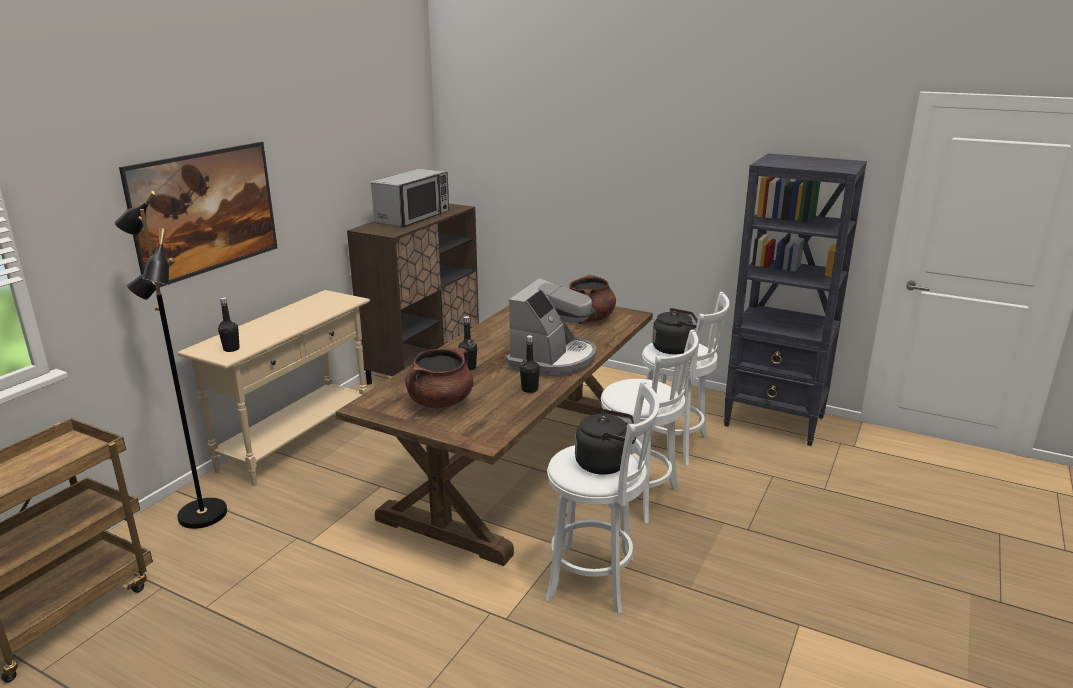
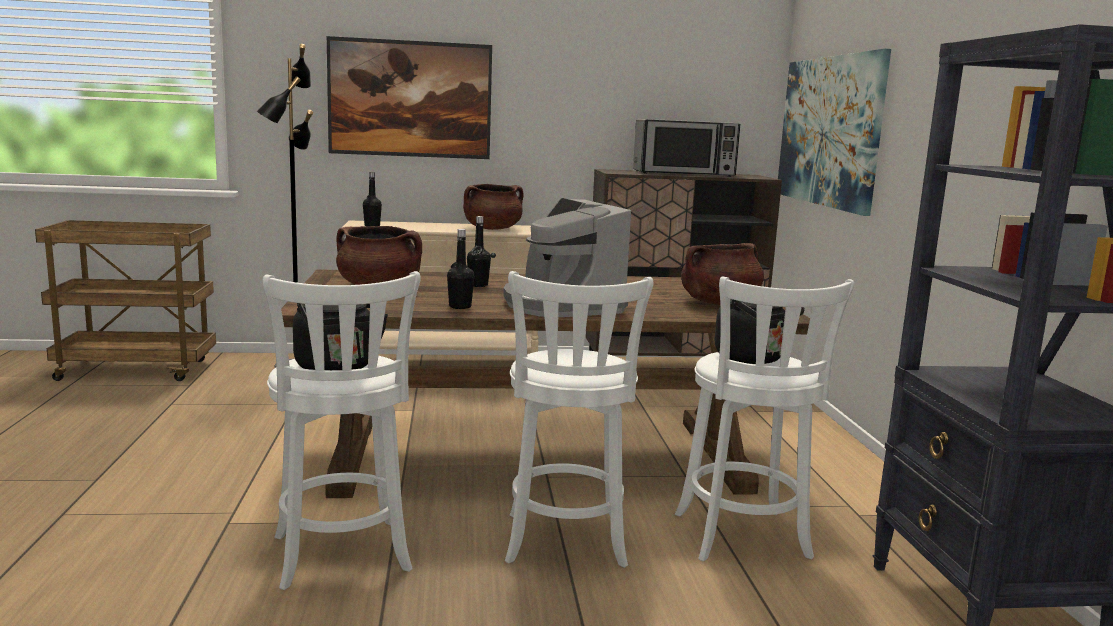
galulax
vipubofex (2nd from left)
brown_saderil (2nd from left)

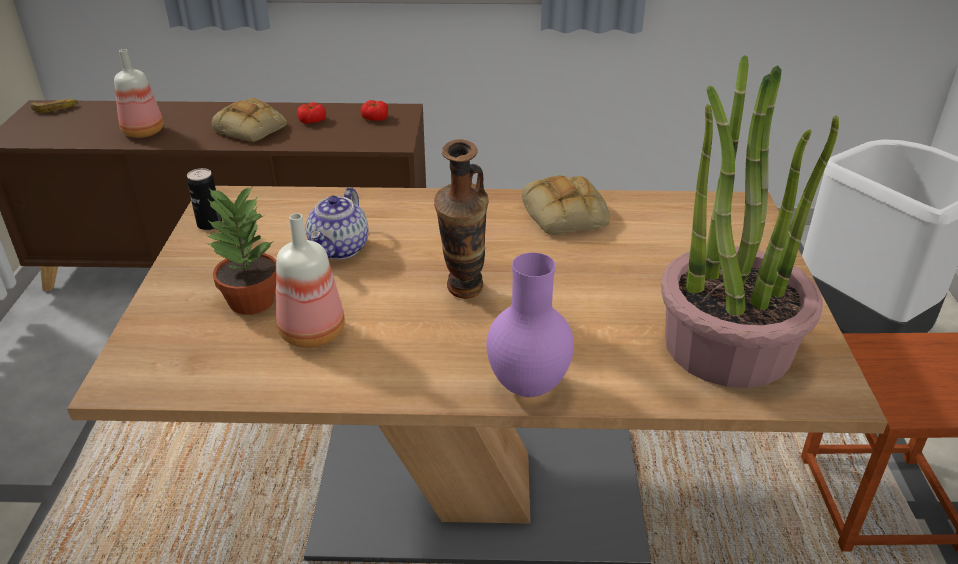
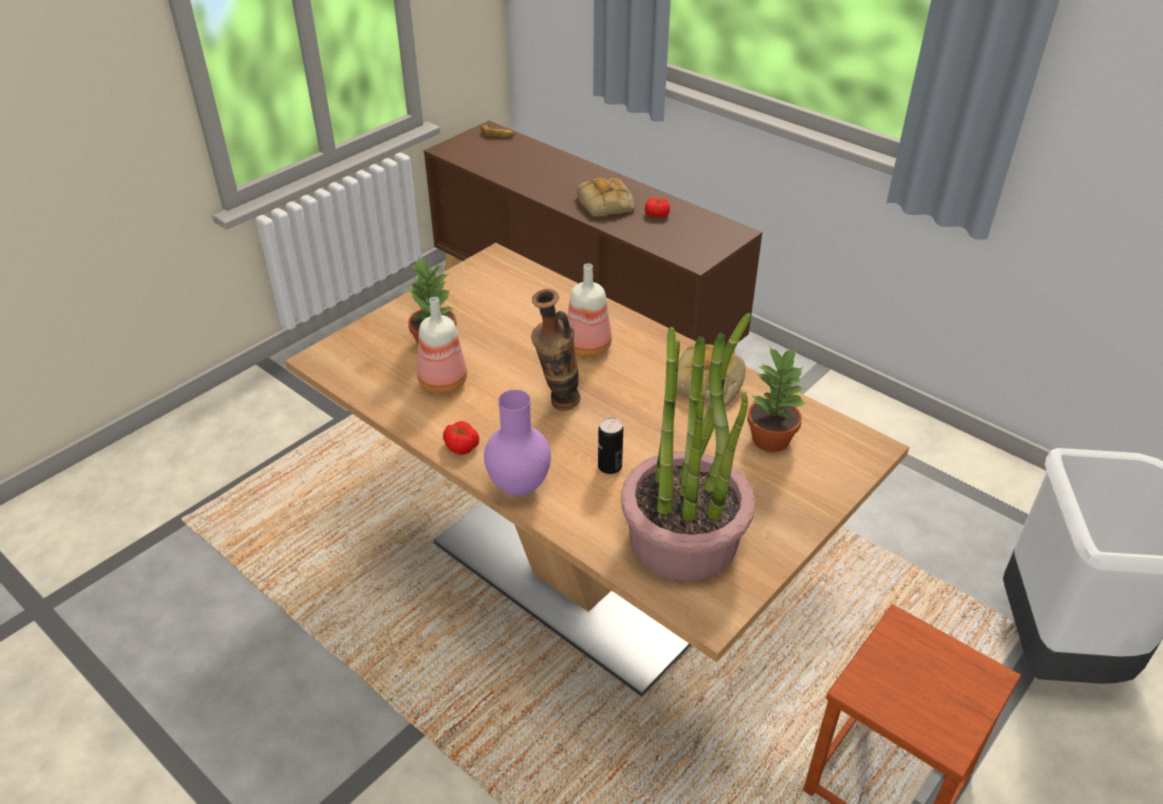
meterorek (2nd from left)
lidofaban (1st from left)
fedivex
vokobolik
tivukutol (3rd from left)

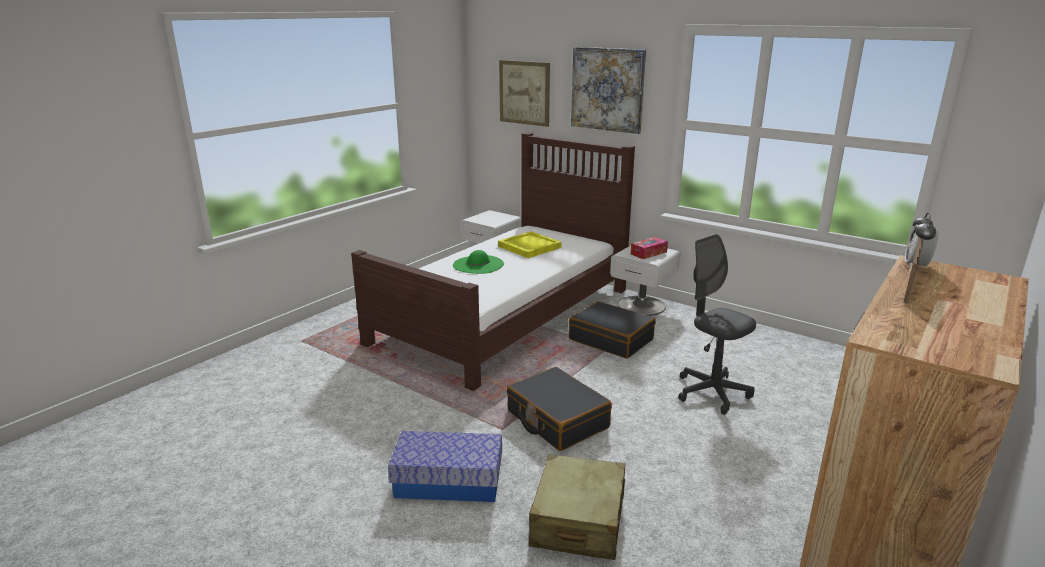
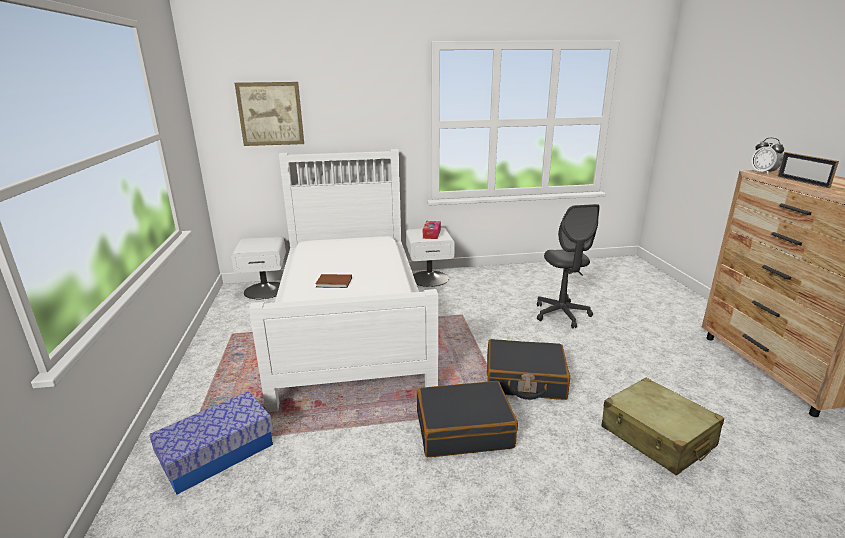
vipubofex (2nd from left in the first image)
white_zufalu
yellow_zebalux
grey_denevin
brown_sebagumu
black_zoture (1st from left)
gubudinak

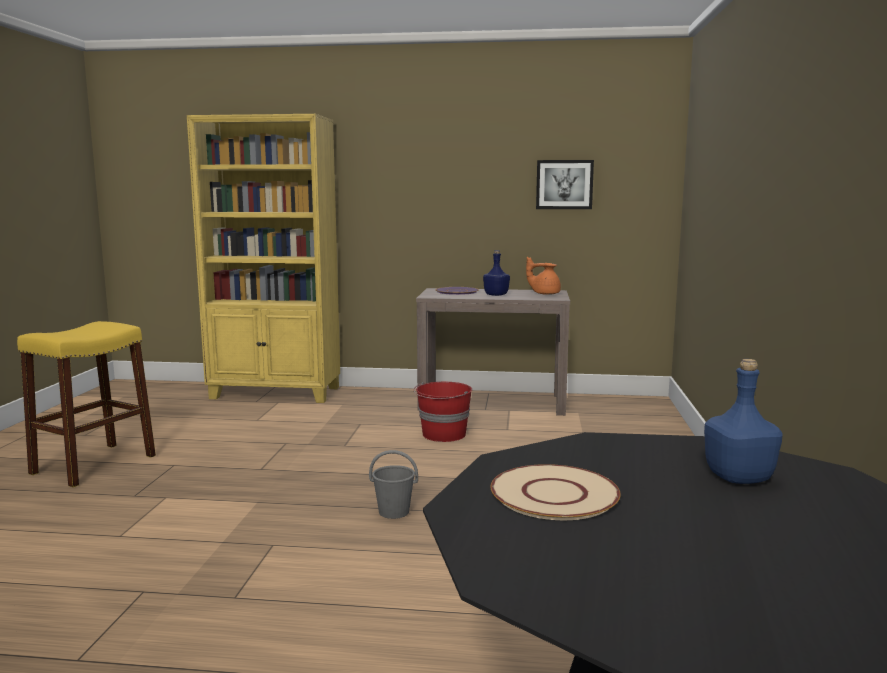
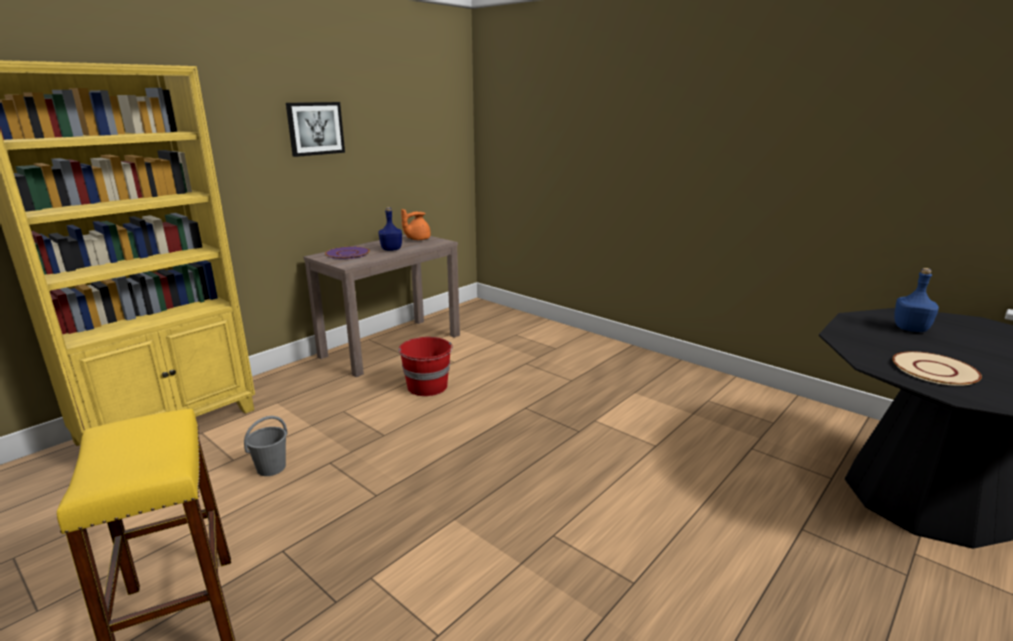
vipubofex
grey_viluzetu

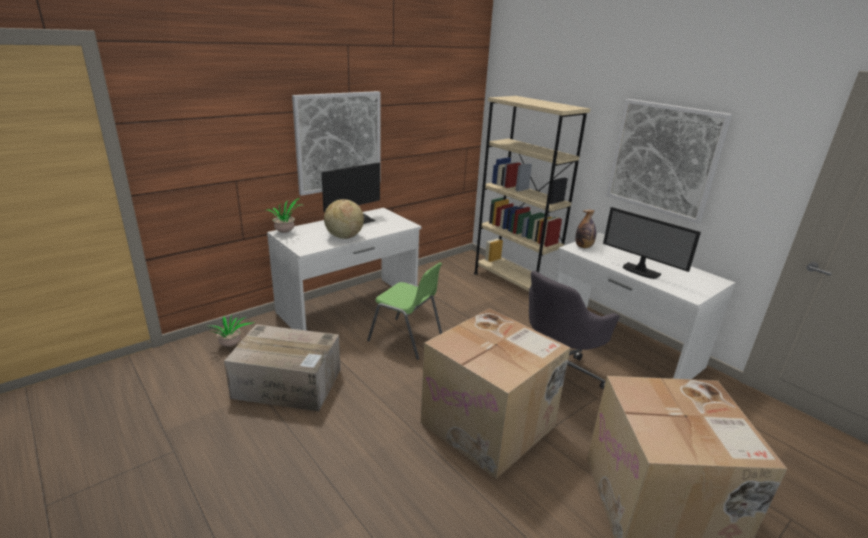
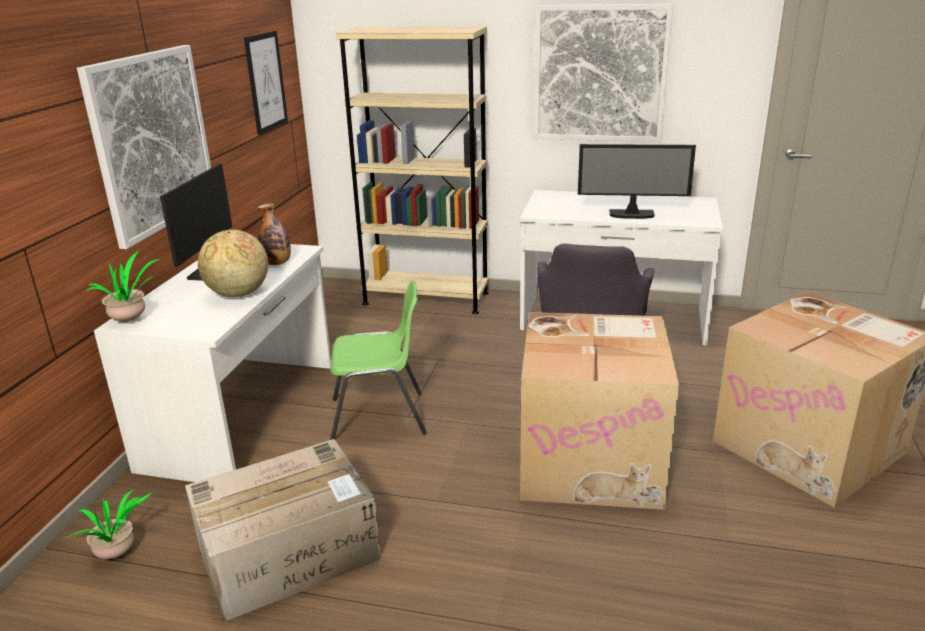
meterorek
vipubofex (2nd from left)

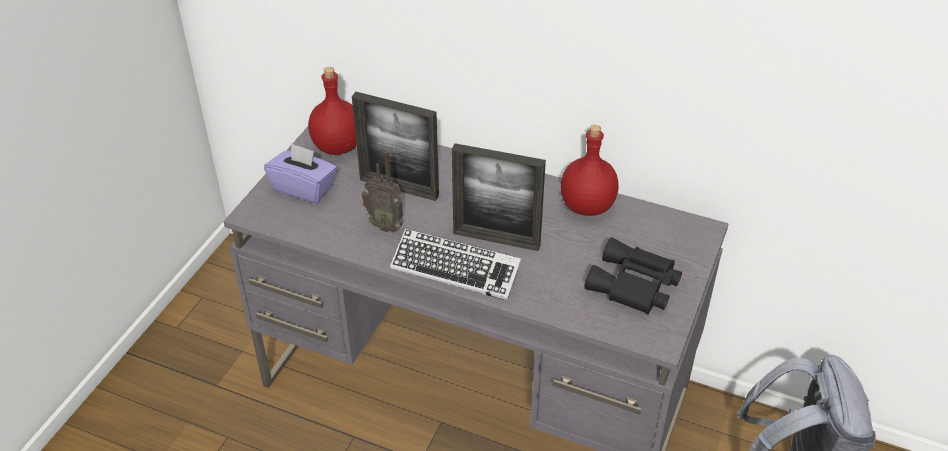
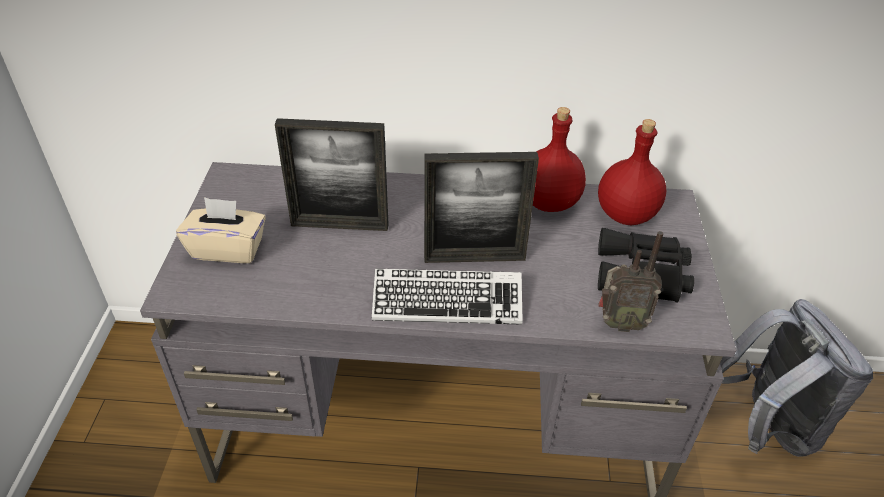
red_meterorek (2nd from left)
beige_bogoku
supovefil

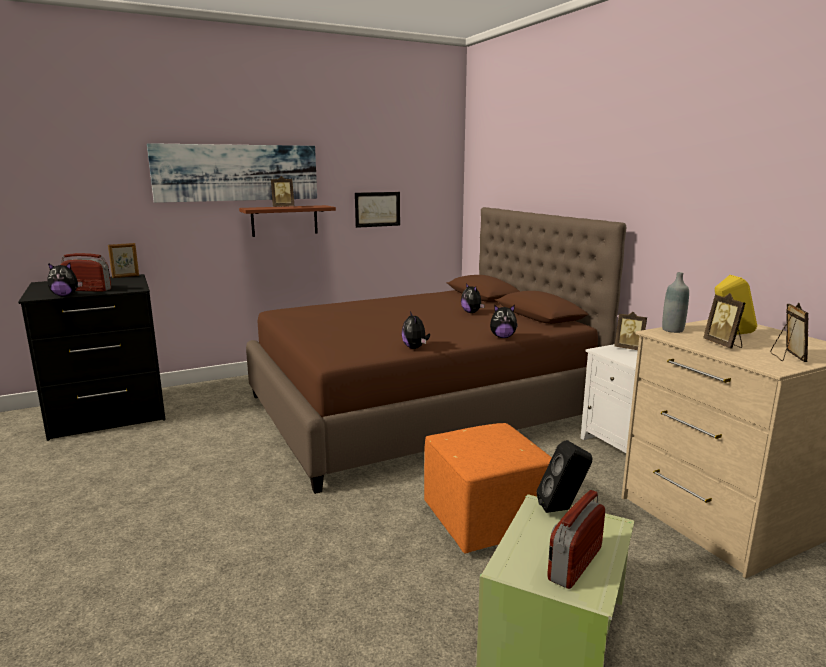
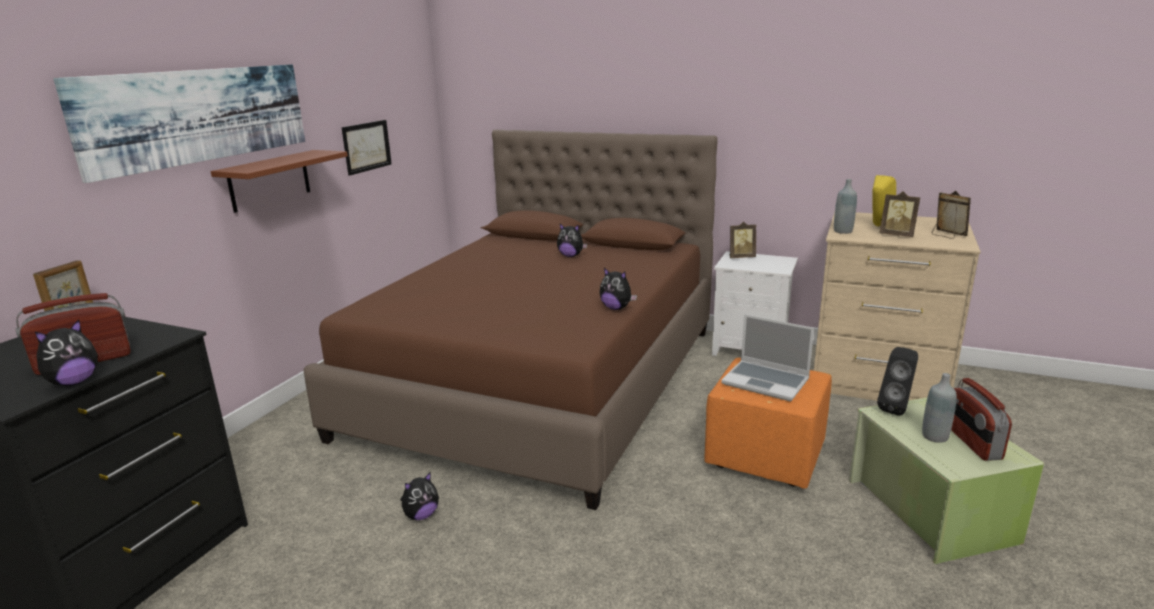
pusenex (2nd from left in the first image)
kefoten (2nd from left)
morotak
grey_meterorek (2nd from left)

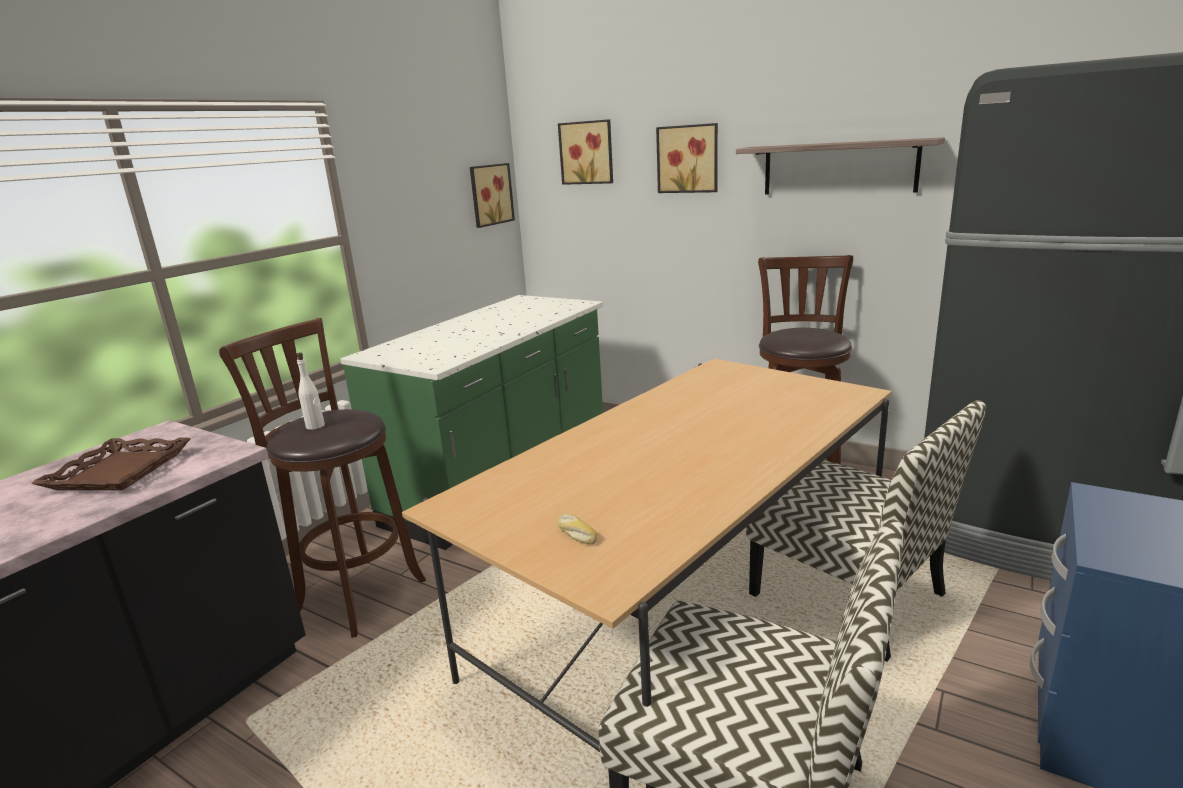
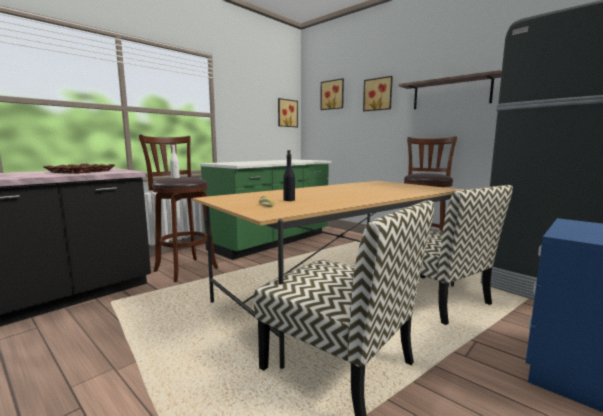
black_meterorek

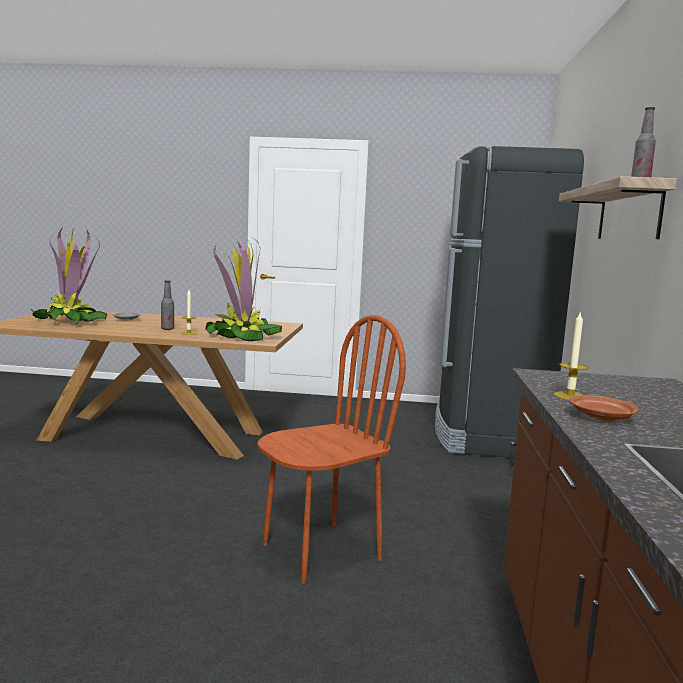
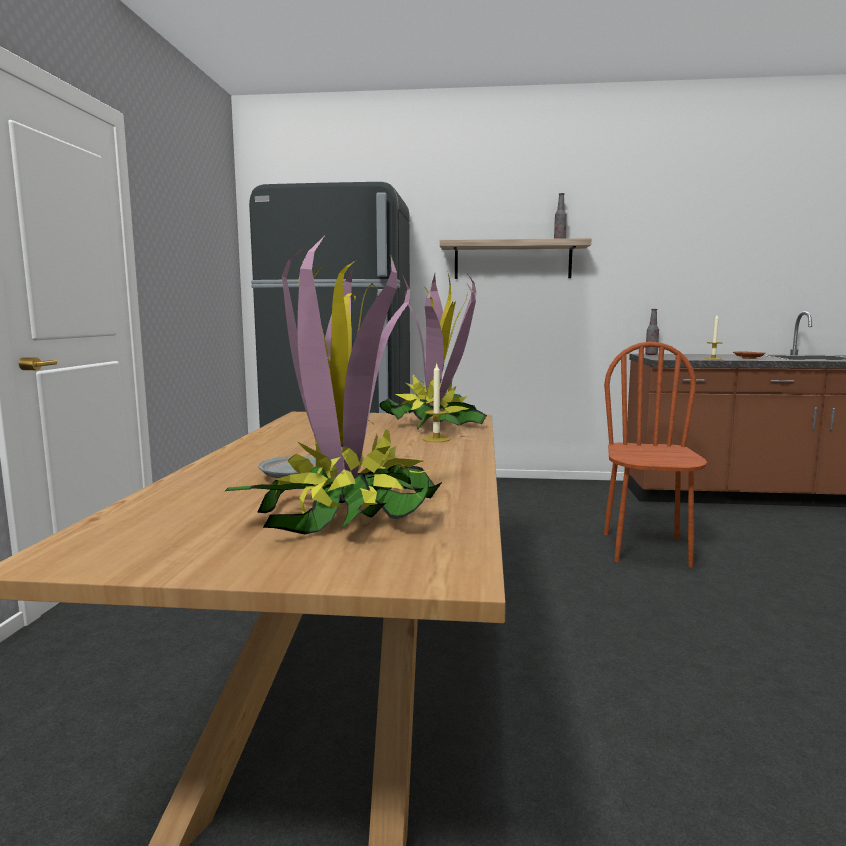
meterorek (2nd from left)
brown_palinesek

